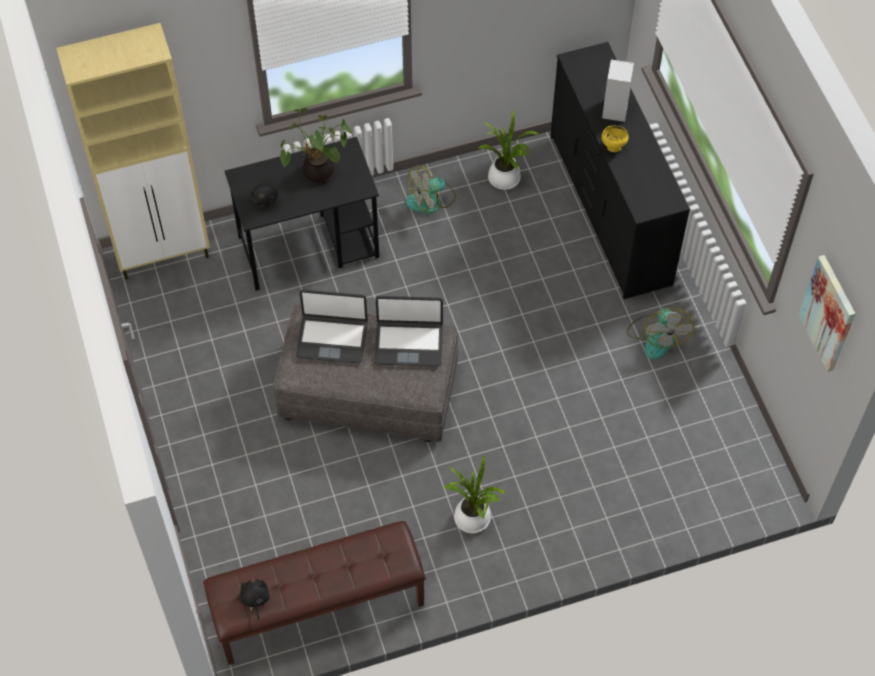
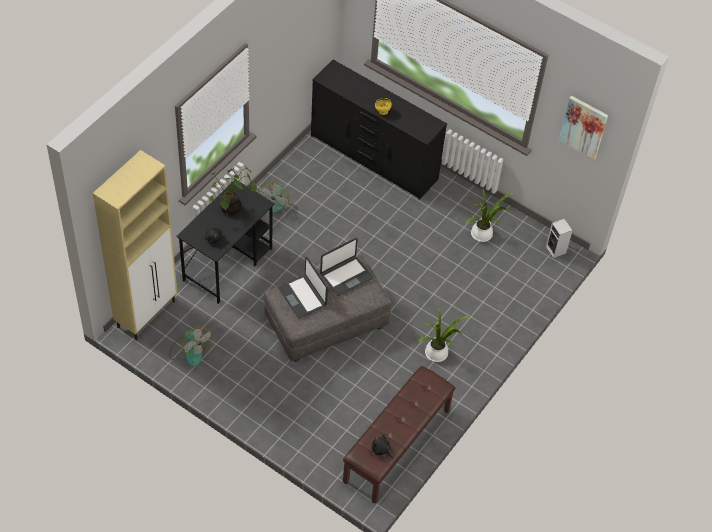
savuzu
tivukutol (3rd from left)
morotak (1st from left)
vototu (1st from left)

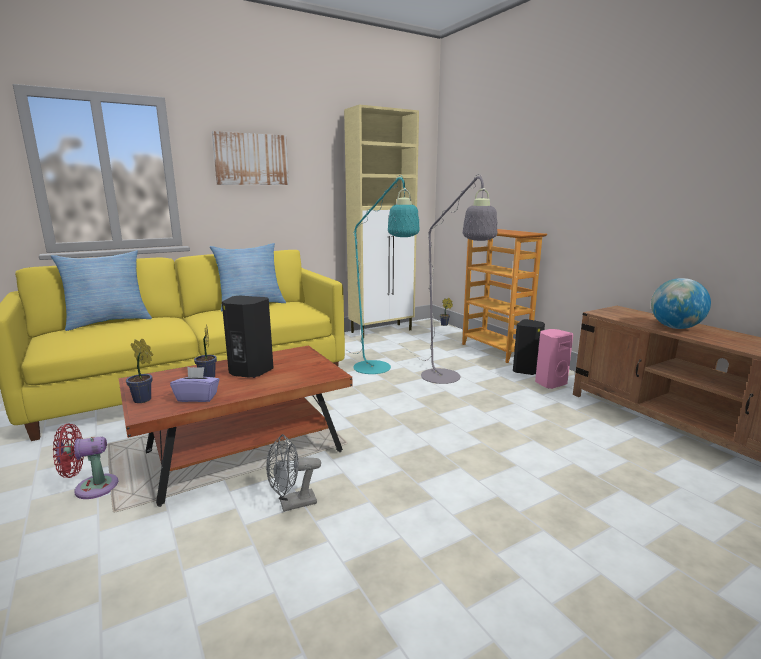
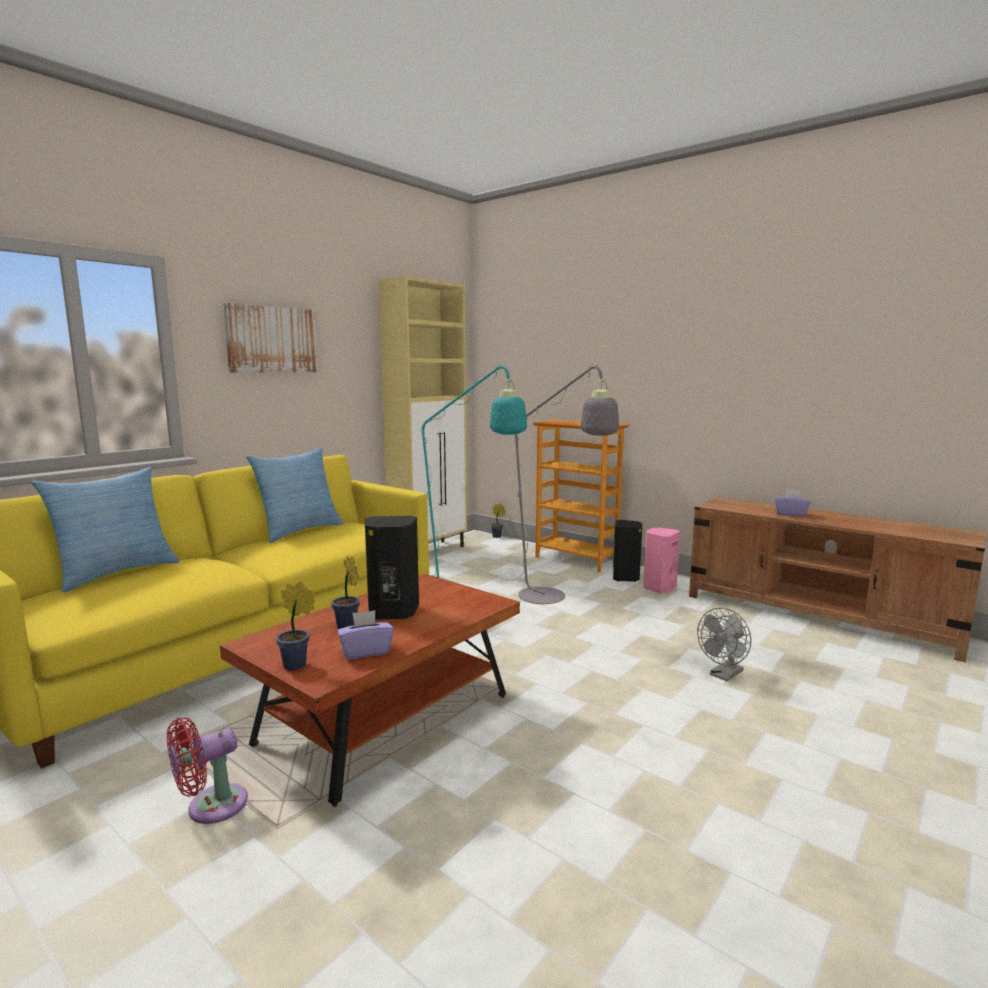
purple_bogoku (2nd from left)
grey_vototu

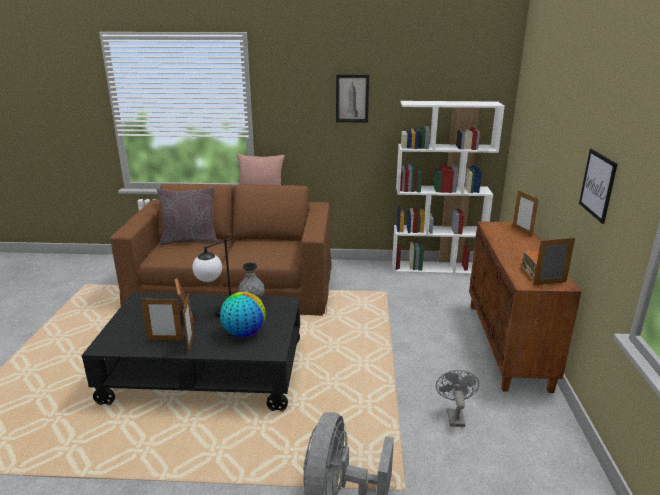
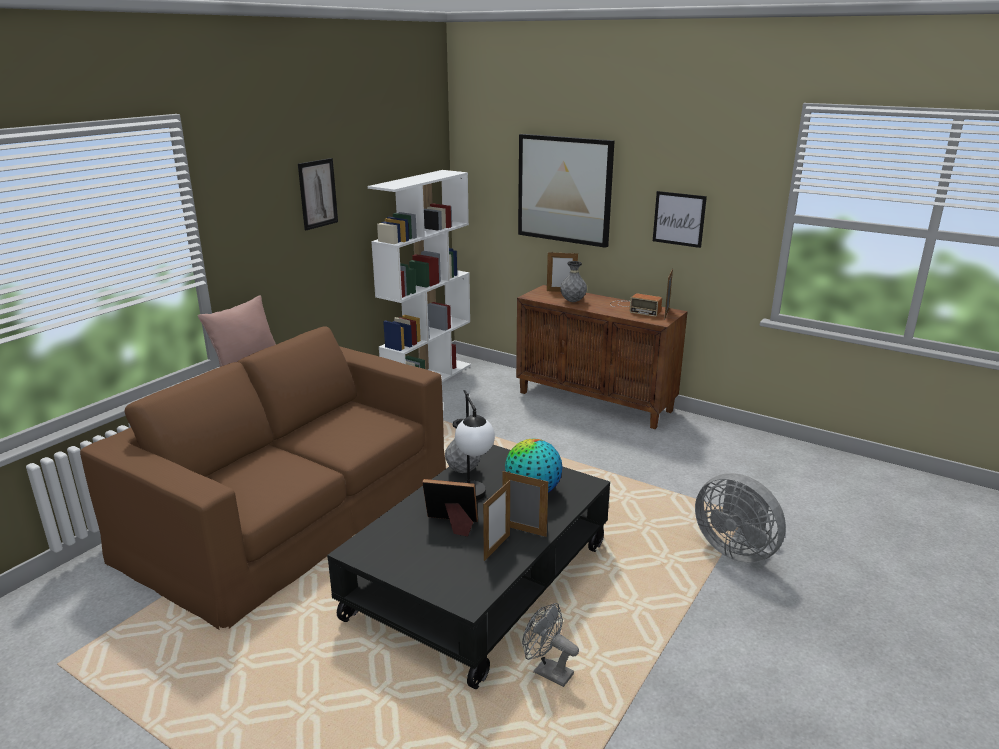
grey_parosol
grey_vototu (1st from left)
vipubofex (2nd from left)
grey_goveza (2nd from left)

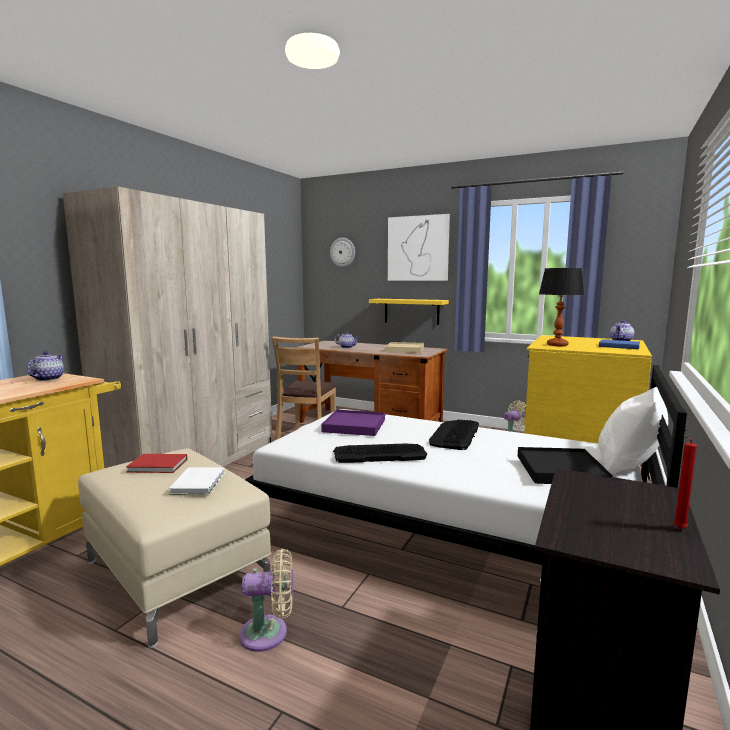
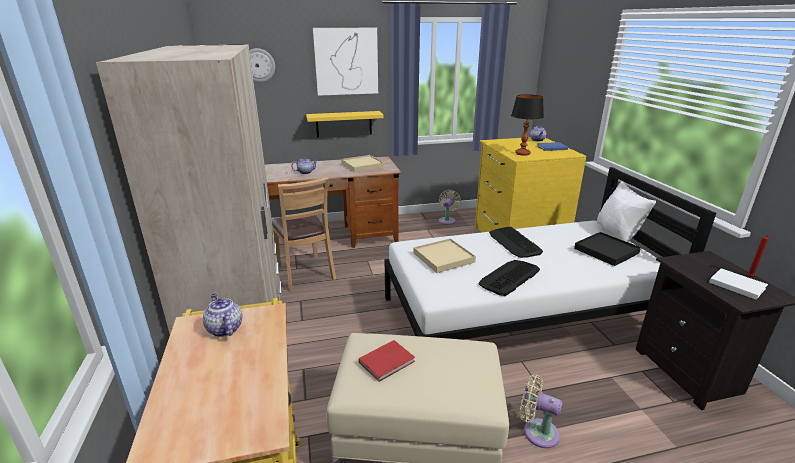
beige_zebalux (2nd from left)
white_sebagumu
beige_vototu (2nd from left)

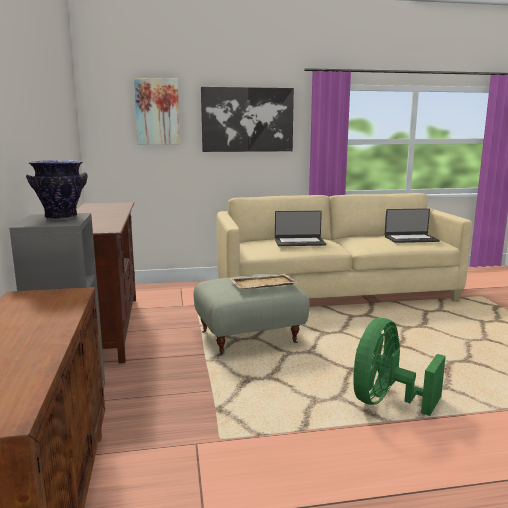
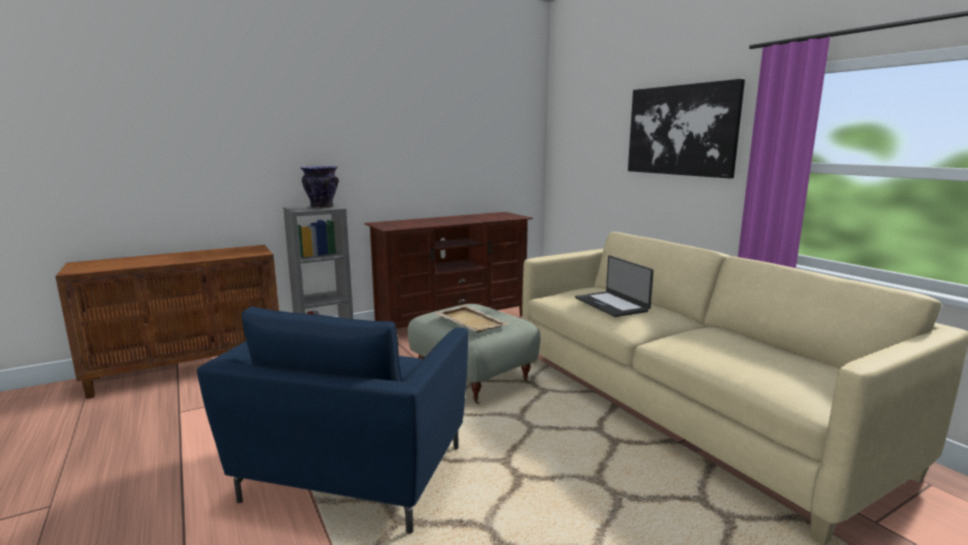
vipubofex (1st from left in the first image)
morotak (2nd from left in the first image)
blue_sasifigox

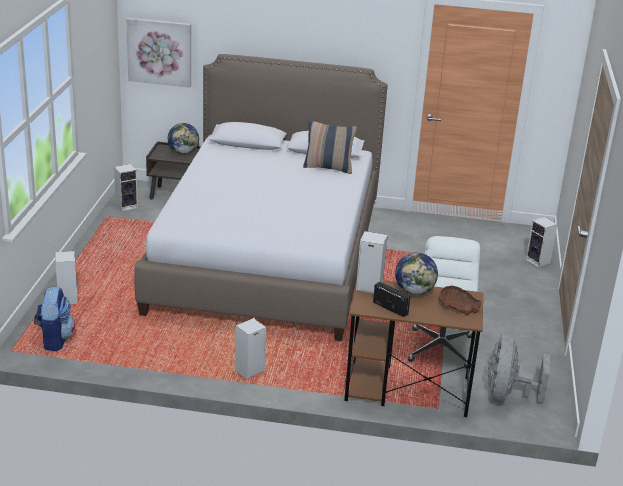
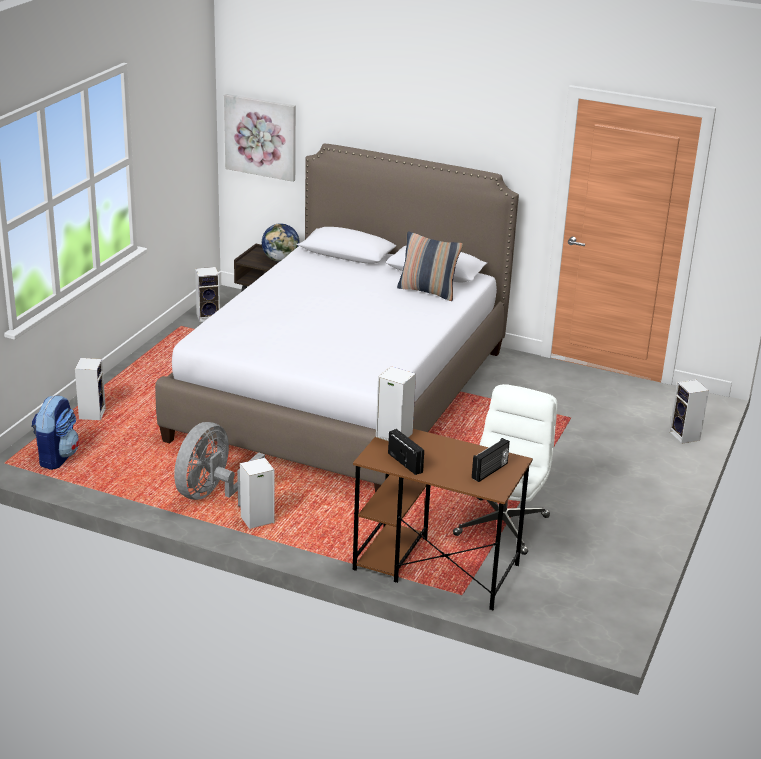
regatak (2nd from left in the first image)
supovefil (2nd from left)
grey_vototu

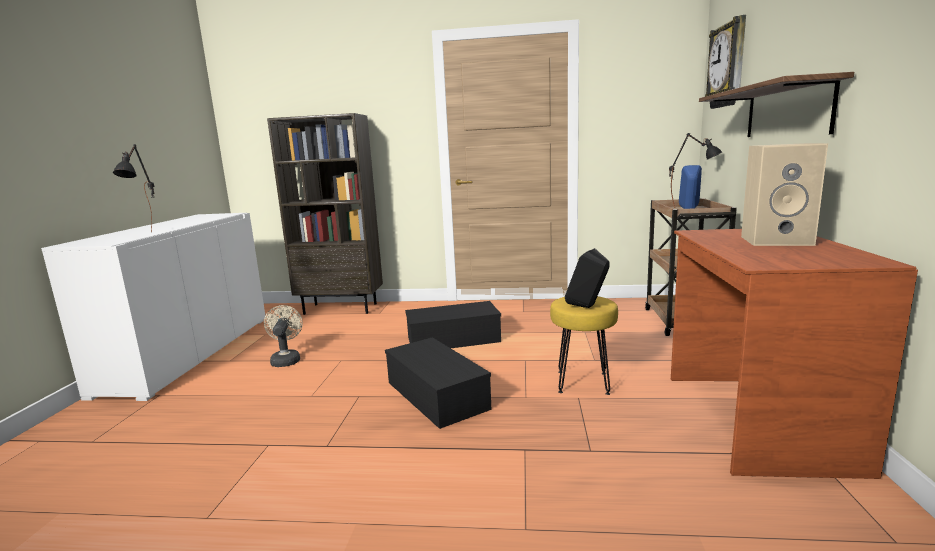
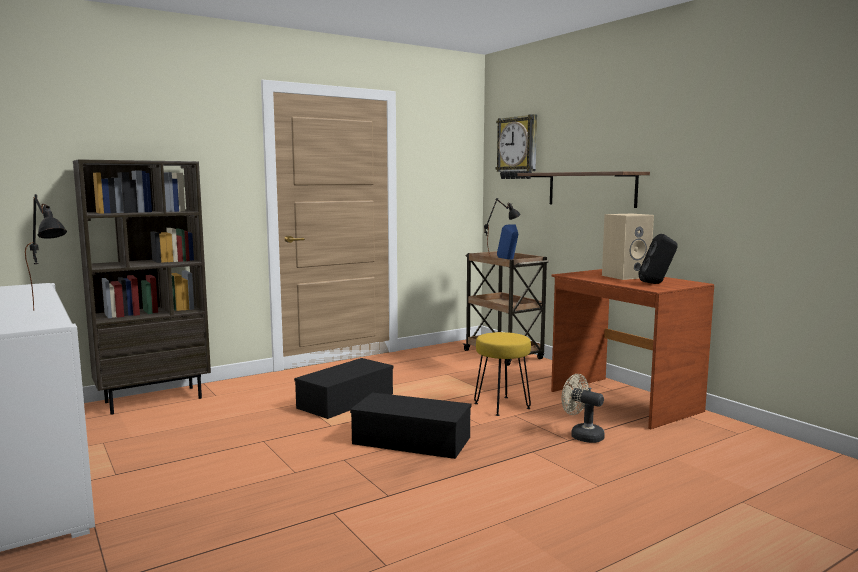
black_savuzu
beige_vototu

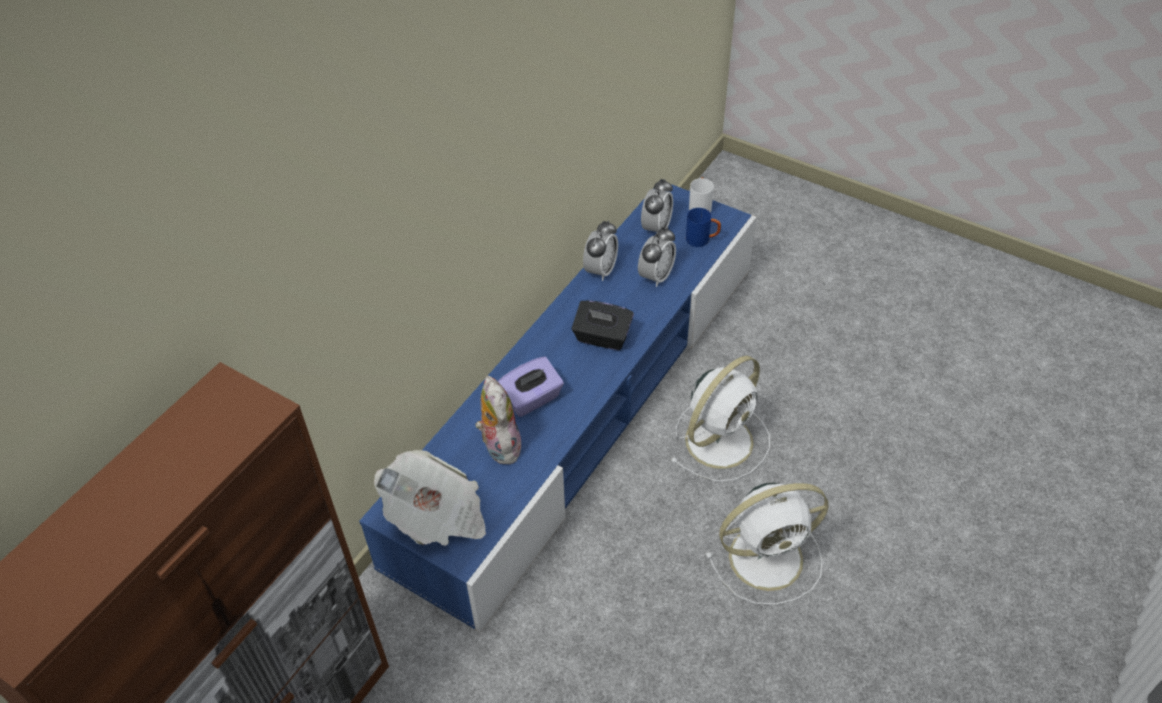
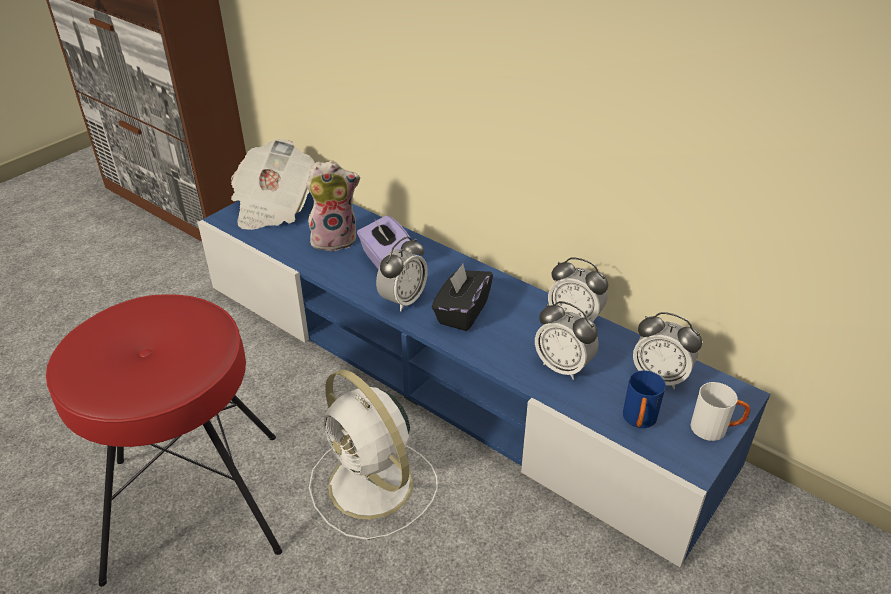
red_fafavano
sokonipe (1st from left)

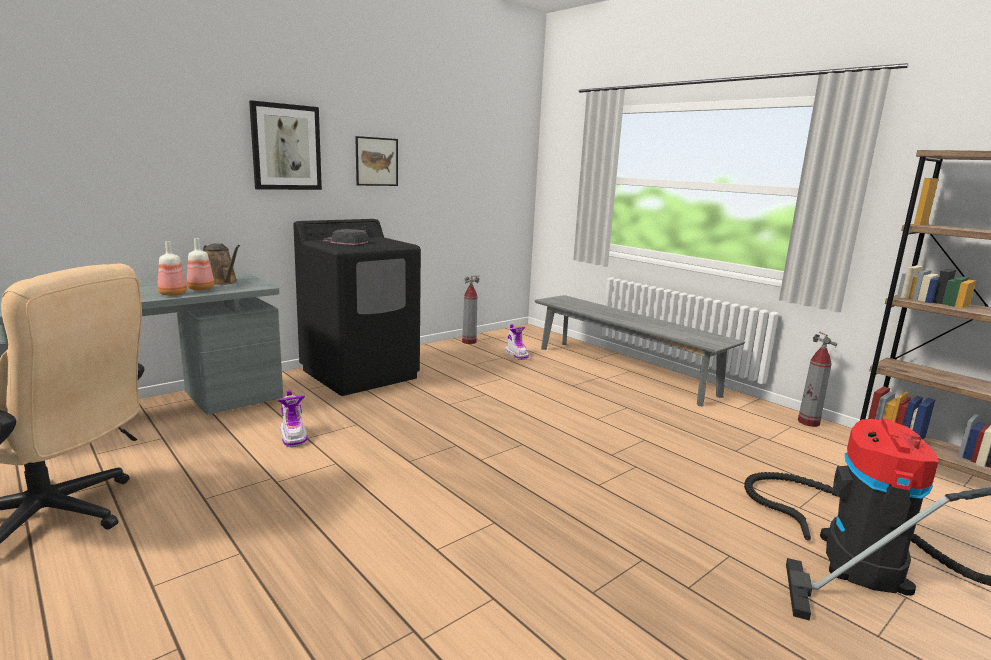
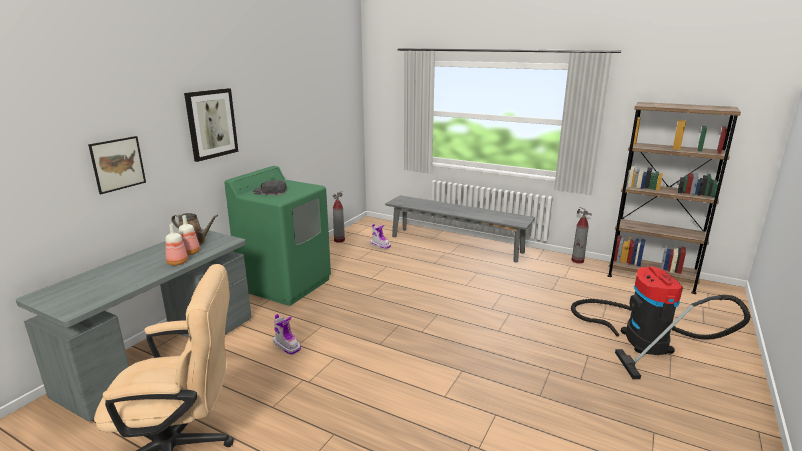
vipubofex (1st from left)
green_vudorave

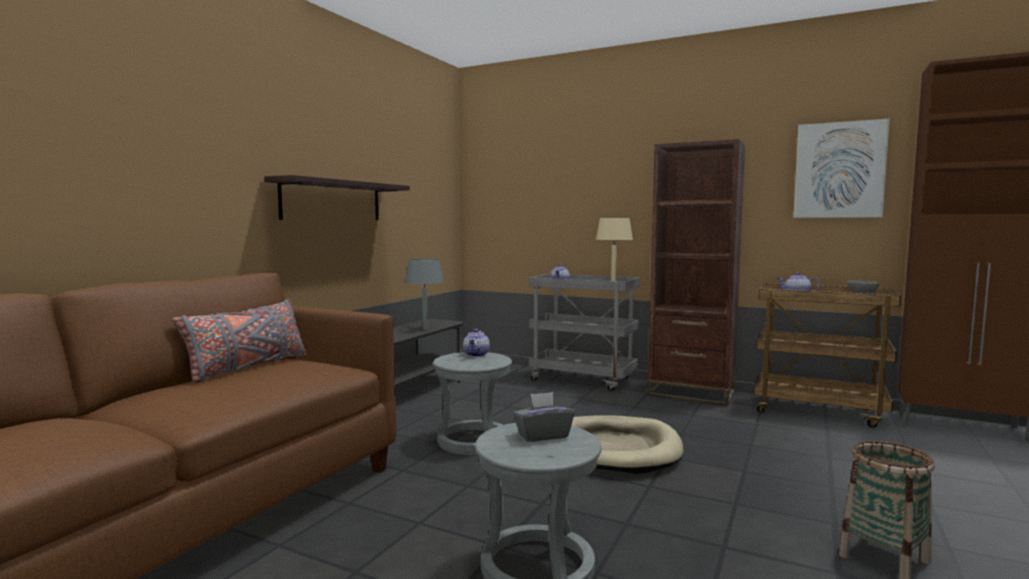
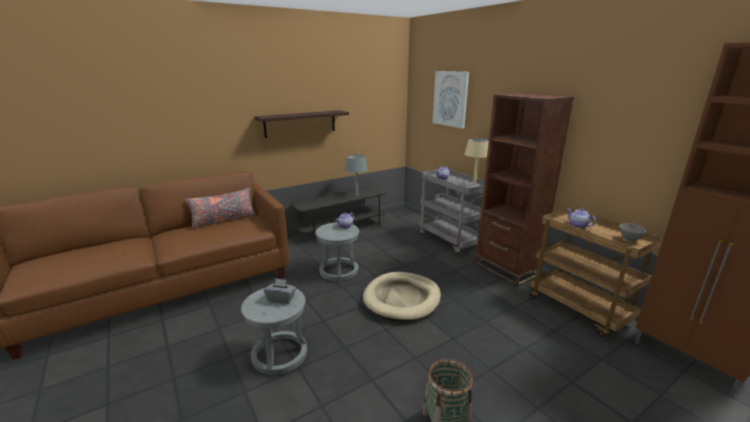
vipubofex

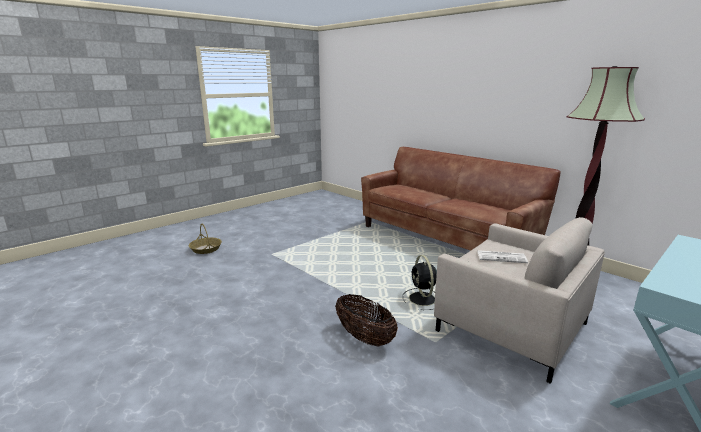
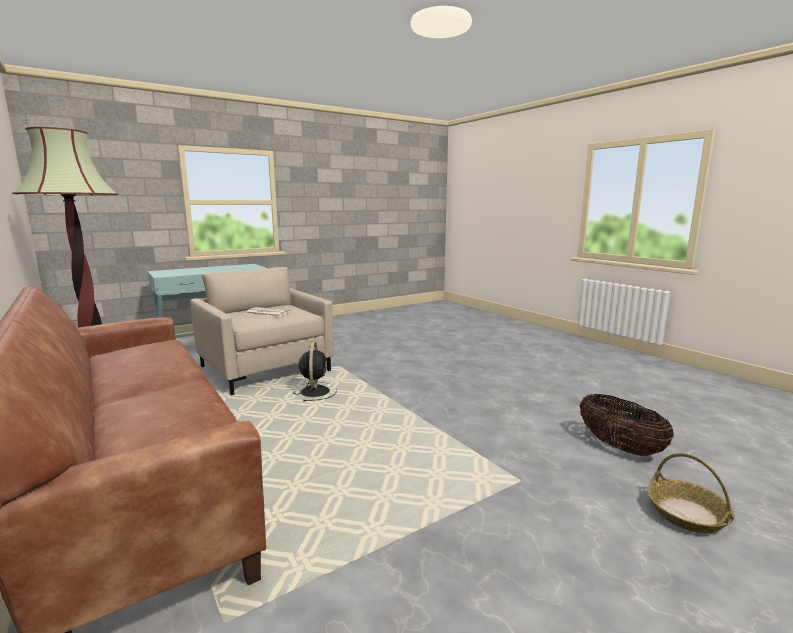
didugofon (1st from left)

